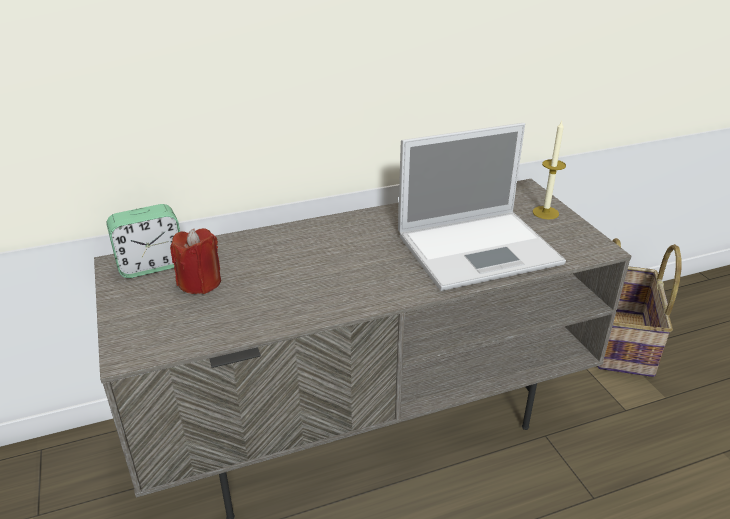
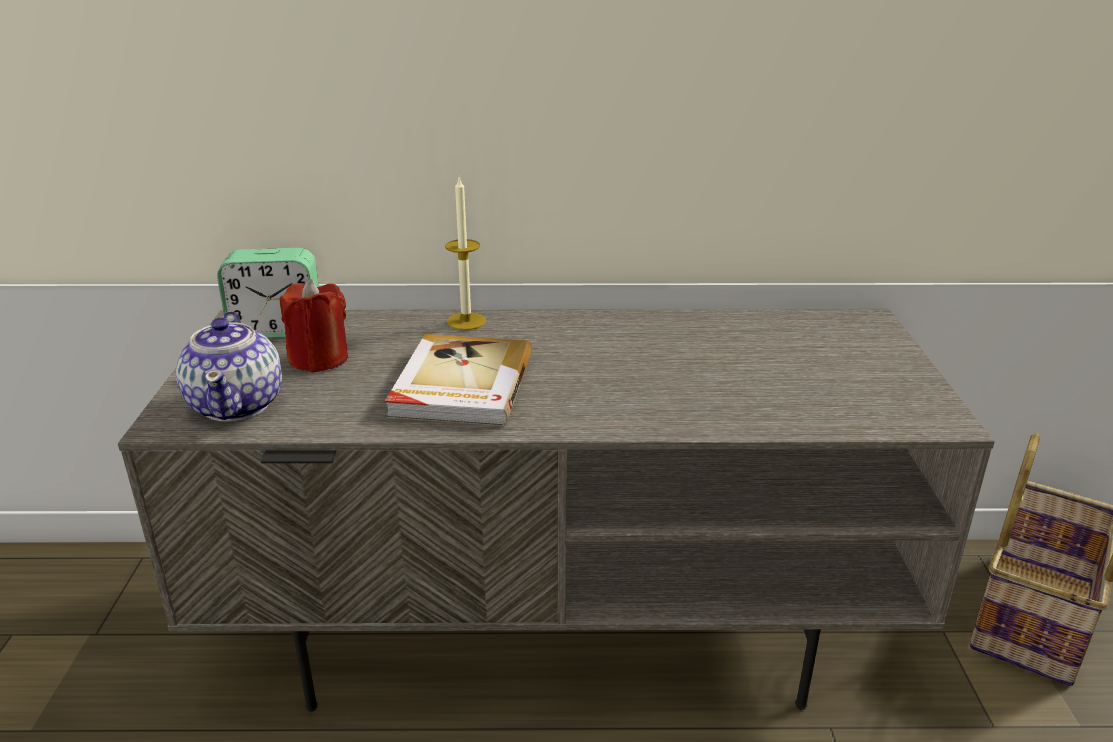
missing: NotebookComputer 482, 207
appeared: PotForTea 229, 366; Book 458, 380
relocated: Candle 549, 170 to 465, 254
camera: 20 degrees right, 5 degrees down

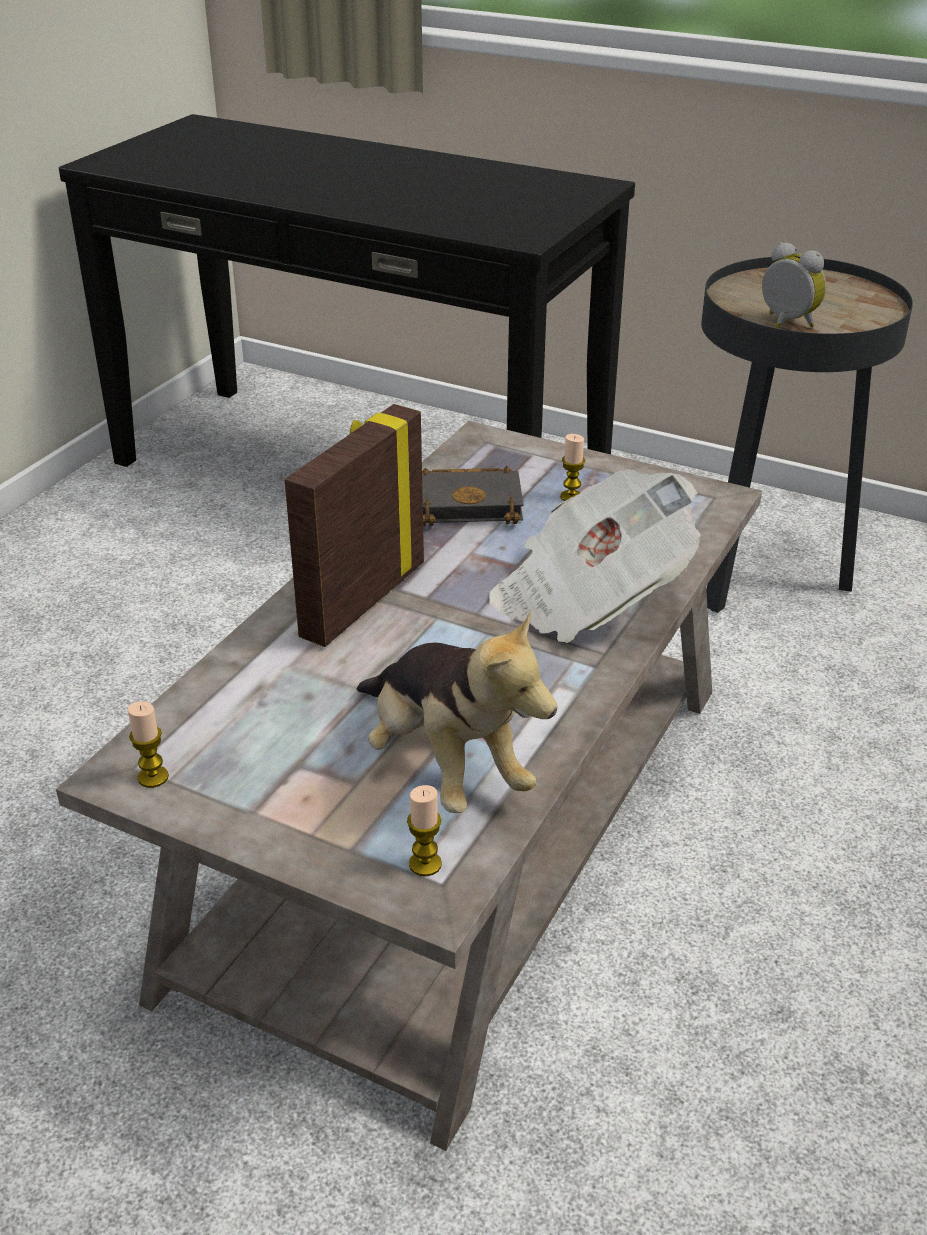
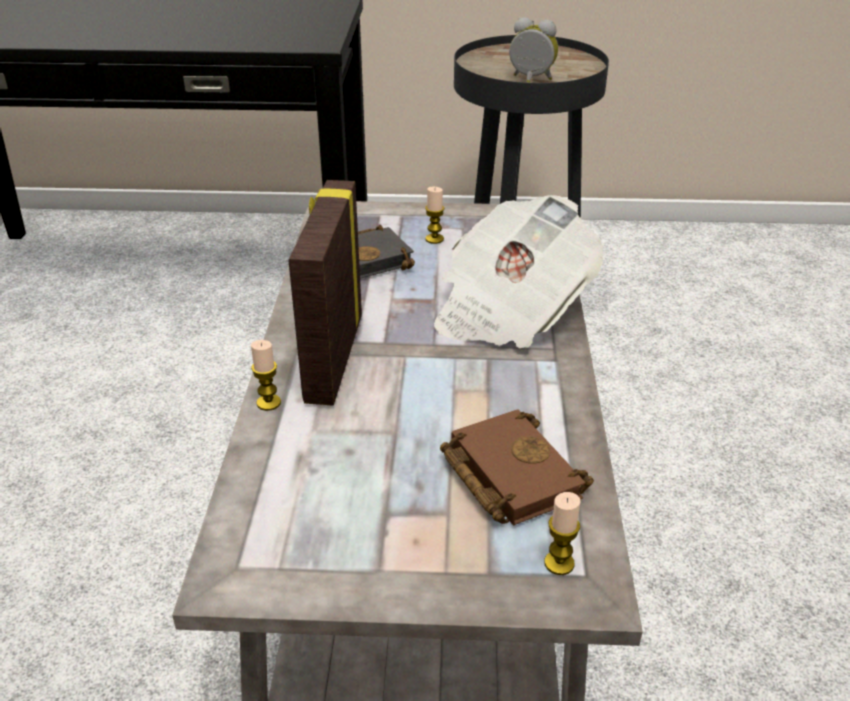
relocated: Candle 148, 744 to 266, 375
exchanged: SoftToy 457, 711 to BrownColouredBook 517, 467
camera: 25 degrees left, 0 degrees up

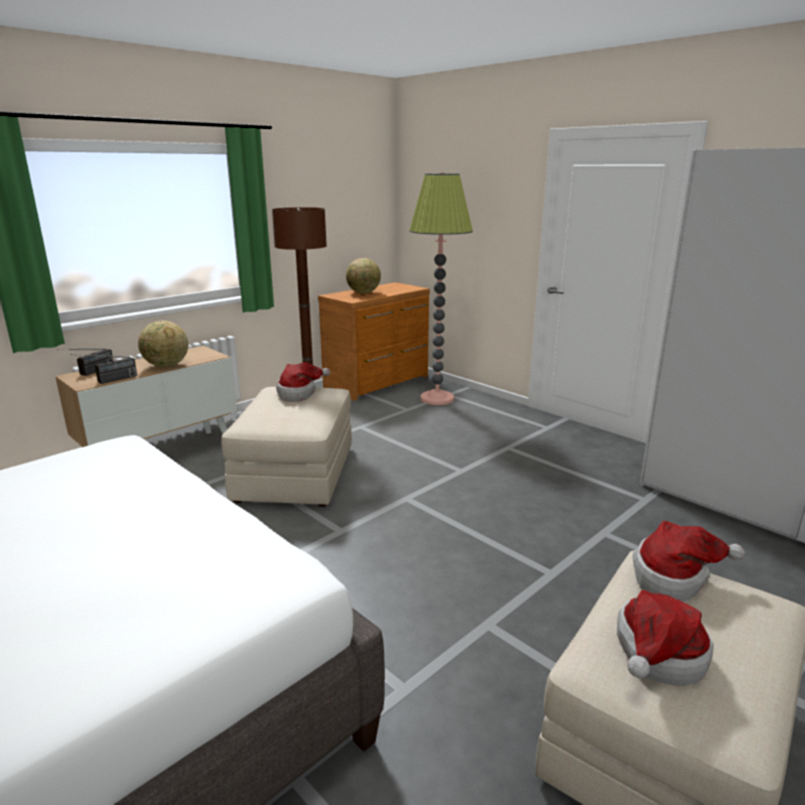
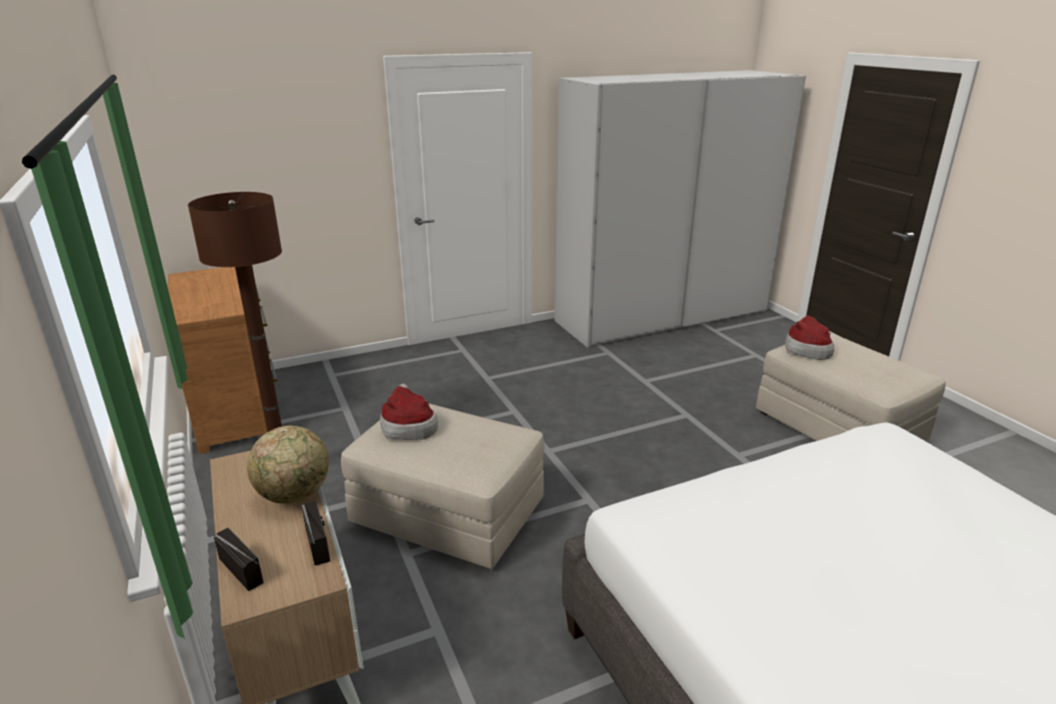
missing: FloorLamp 441, 288; WorldGlobe 363, 276; Hat 665, 638
camera: 70 degrees left, 5 degrees up

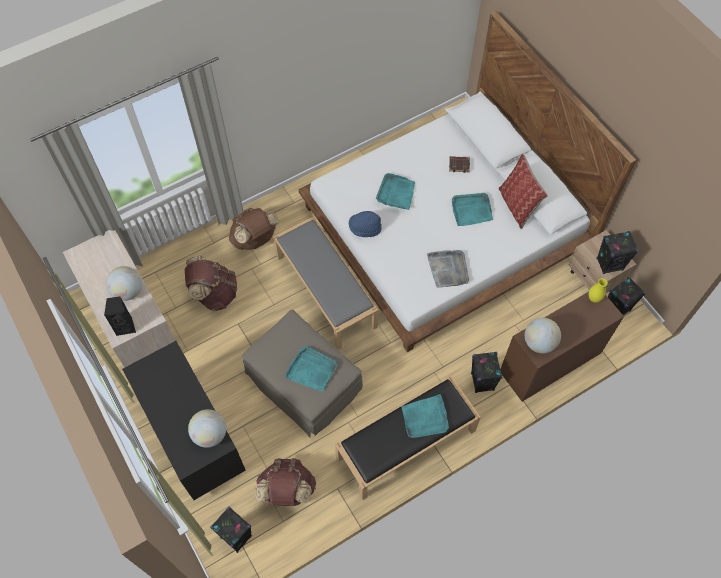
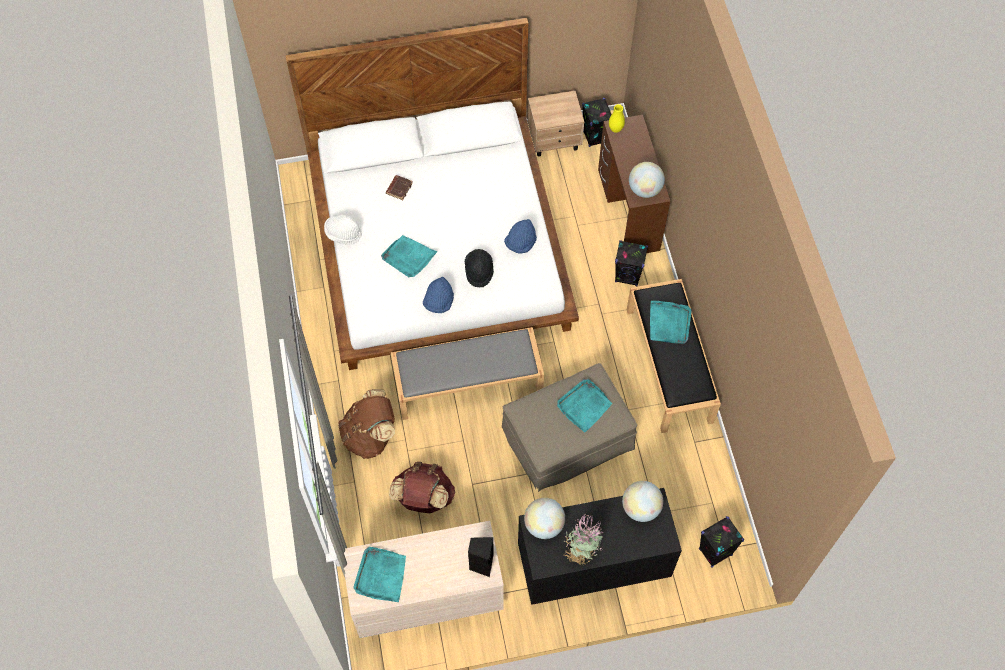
missing: Pillow 523, 191; BlackColouredSpeaker 617, 252; BrownColouredRucksack 285, 482
appeared: WhitishHat 343, 230; BlackColouredHat 479, 268; PottedPlant 583, 539
relocated: BlueGreenServingTray 472, 209 to 379, 574; WorldGlobe 124, 283 to 544, 518
exchanged: GreyishServingTray 448, 269 to BlueHat 520, 236
camera: 70 degrees left, 0 degrees up

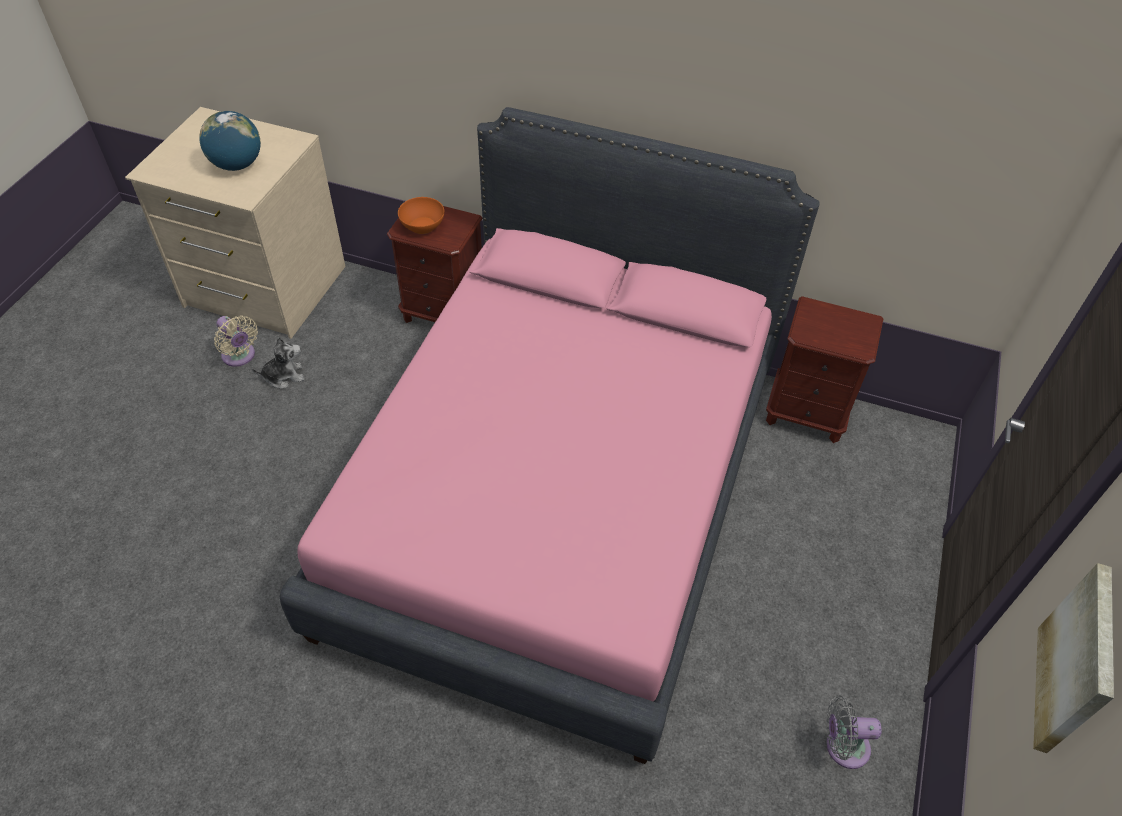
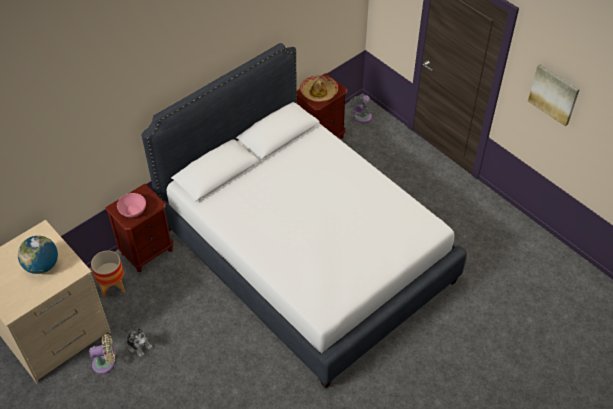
appeared: Hat 319, 88; FlowerPot 108, 273
relocated: GreyishElectricFan 854, 732 to 360, 109
colour: PinkishBed 549, 435 to WhitishBed 304, 216; OrangeColouredDeepDish 421, 215 to PinkishDeepDish 131, 205
spun: SoftToy 278, 362 = 139, 342 120 degrees clockwise
camera: 60 degrees left, 0 degrees up

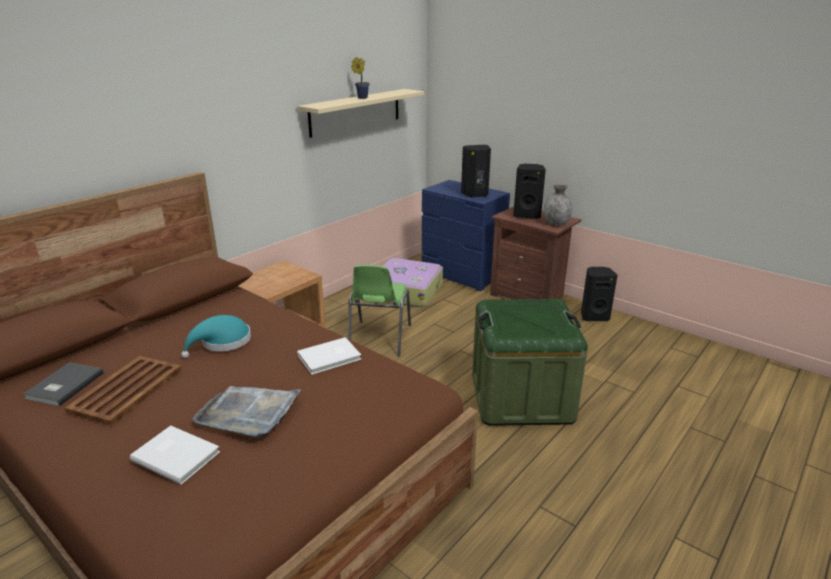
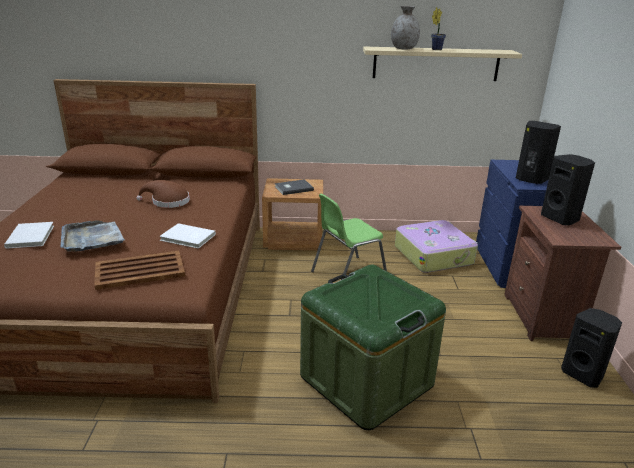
relocated: GreyishFlowerVase 557, 204 to 405, 27; BrownColouredServingTray 123, 390 to 139, 270; GreyishBook 63, 384 to 294, 187
colour: BlueGreenHat 216, 336 to BrownColouredHat 163, 194
camera: 50 degrees right, 0 degrees up

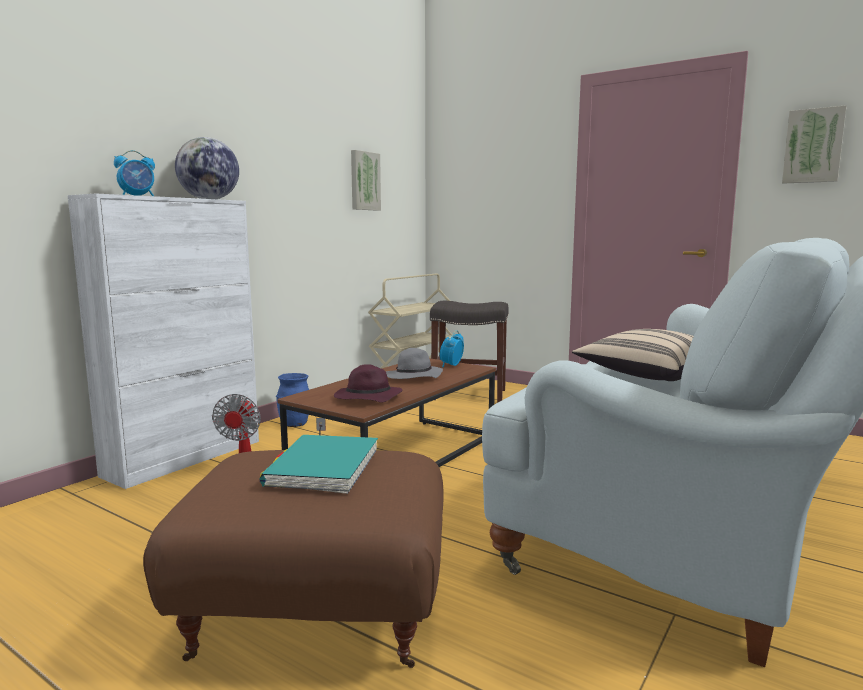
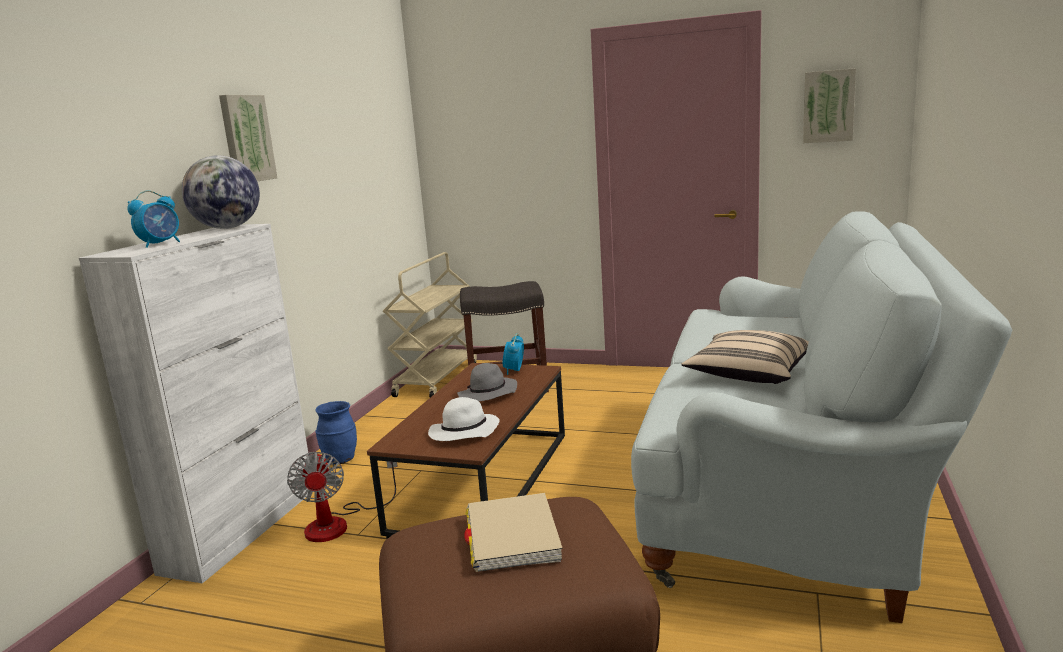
relocated: WallArt 366, 180 to 248, 138
colour: PurpleColouredHat 368, 383 to WhitishHat 464, 419; BlueGreenBook 318, 464 to BeigeBook 513, 532
camera: 15 degrees left, 5 degrees up

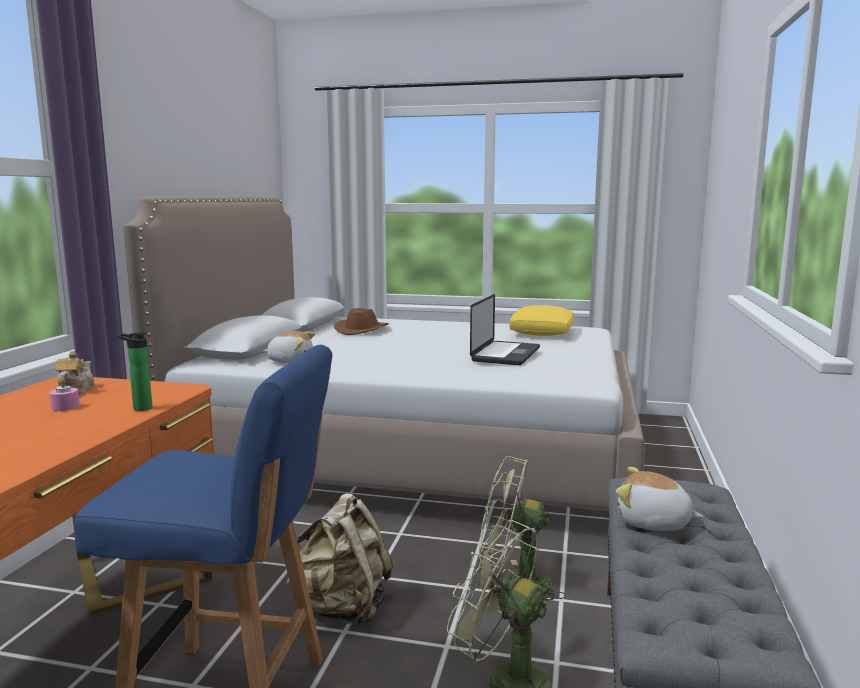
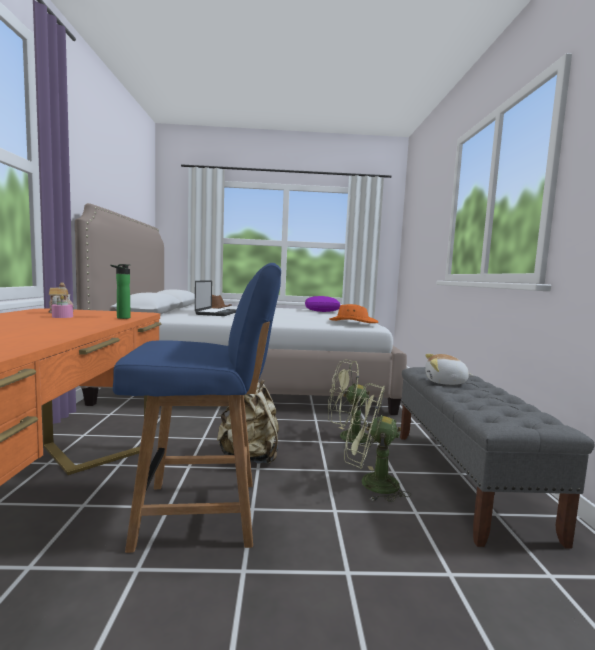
missing: SoftToy 289, 347
appeared: OrangeColouredHat 353, 313
relocated: NotebookComputer 505, 329 to 216, 298
colour: YellowPillow 541, 320 to PurpleColouredPillow 322, 304
camera: 15 degrees left, 5 degrees down

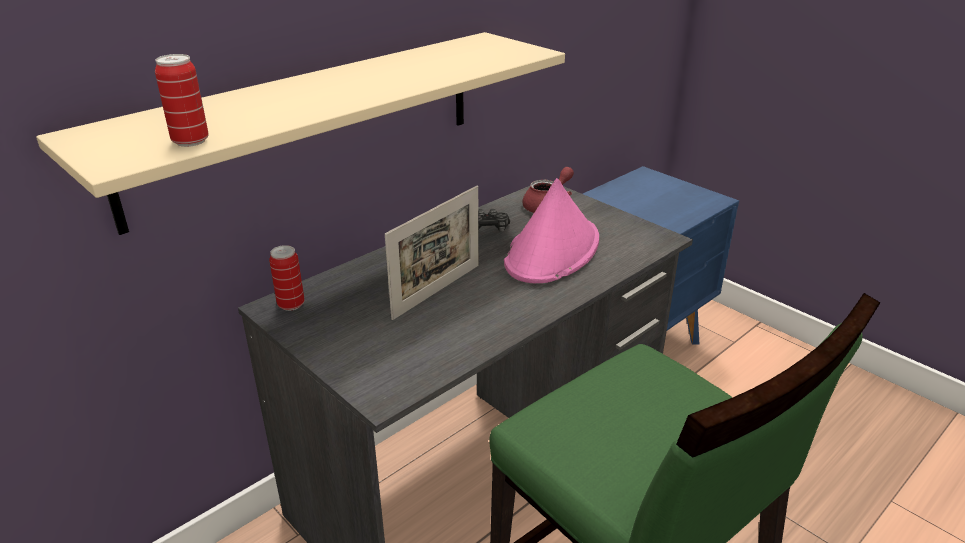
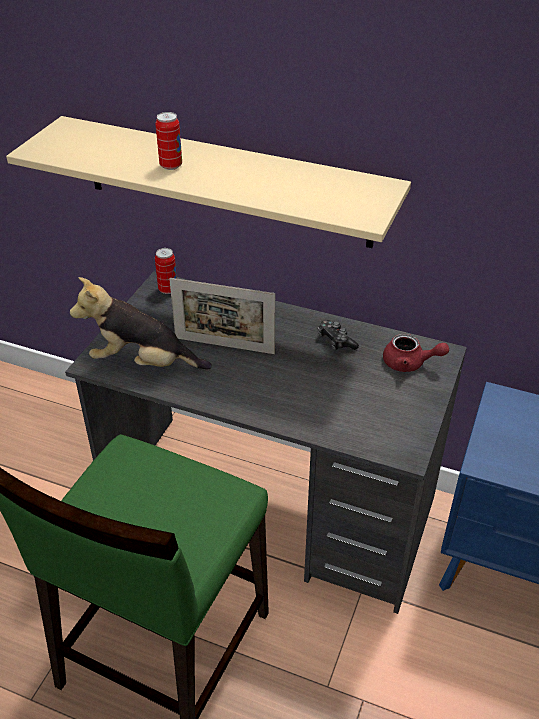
missing: PinkishHat 551, 230
appeared: SoftToy 141, 323
relocated: SealedCan 182, 100 to 168, 141
camera: 65 degrees right, 10 degrees up

